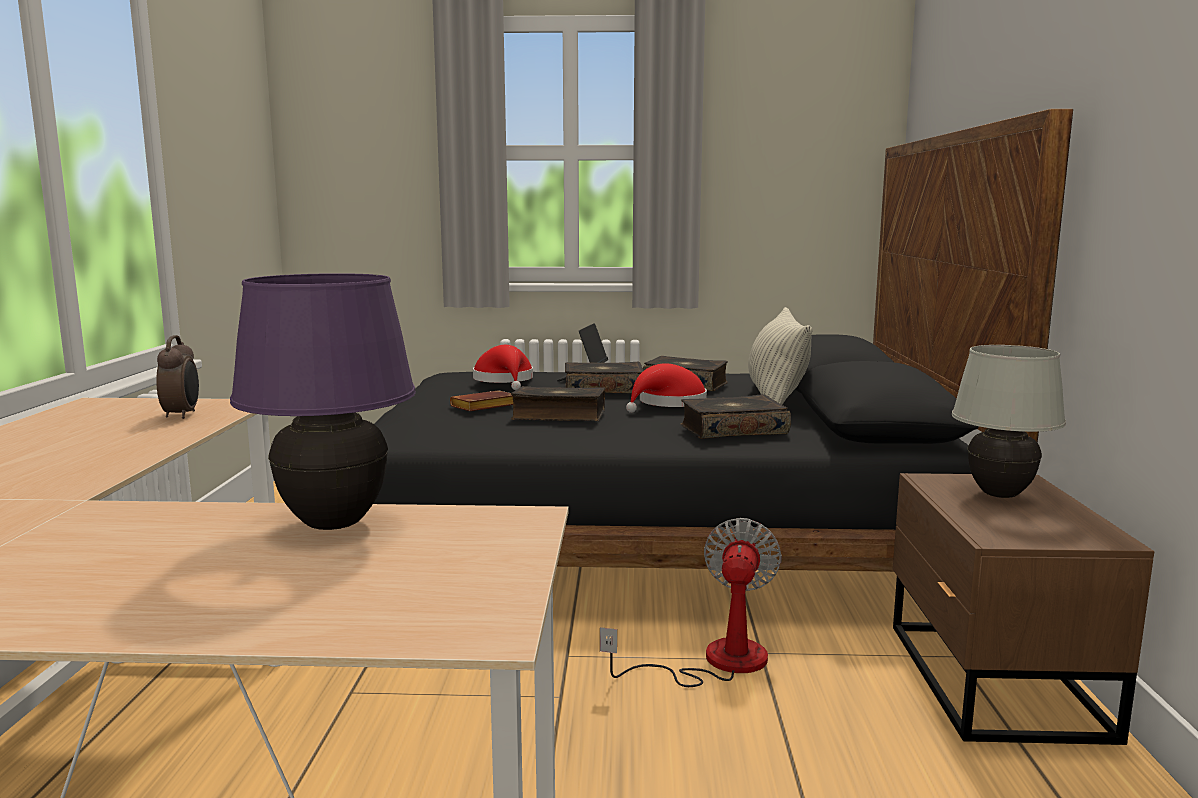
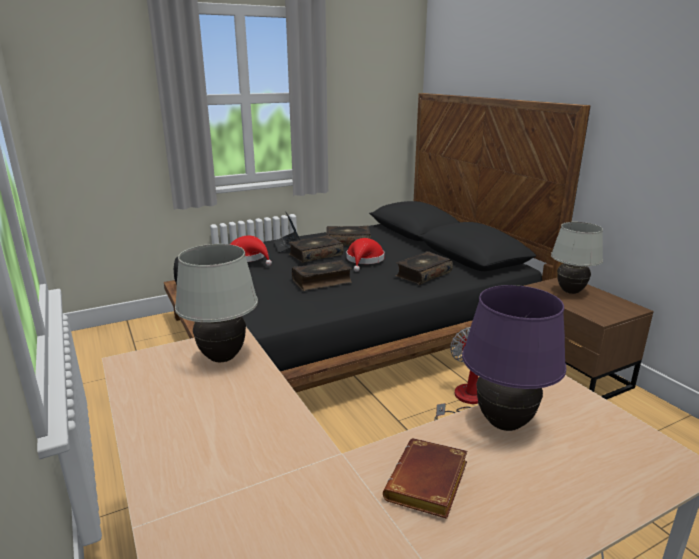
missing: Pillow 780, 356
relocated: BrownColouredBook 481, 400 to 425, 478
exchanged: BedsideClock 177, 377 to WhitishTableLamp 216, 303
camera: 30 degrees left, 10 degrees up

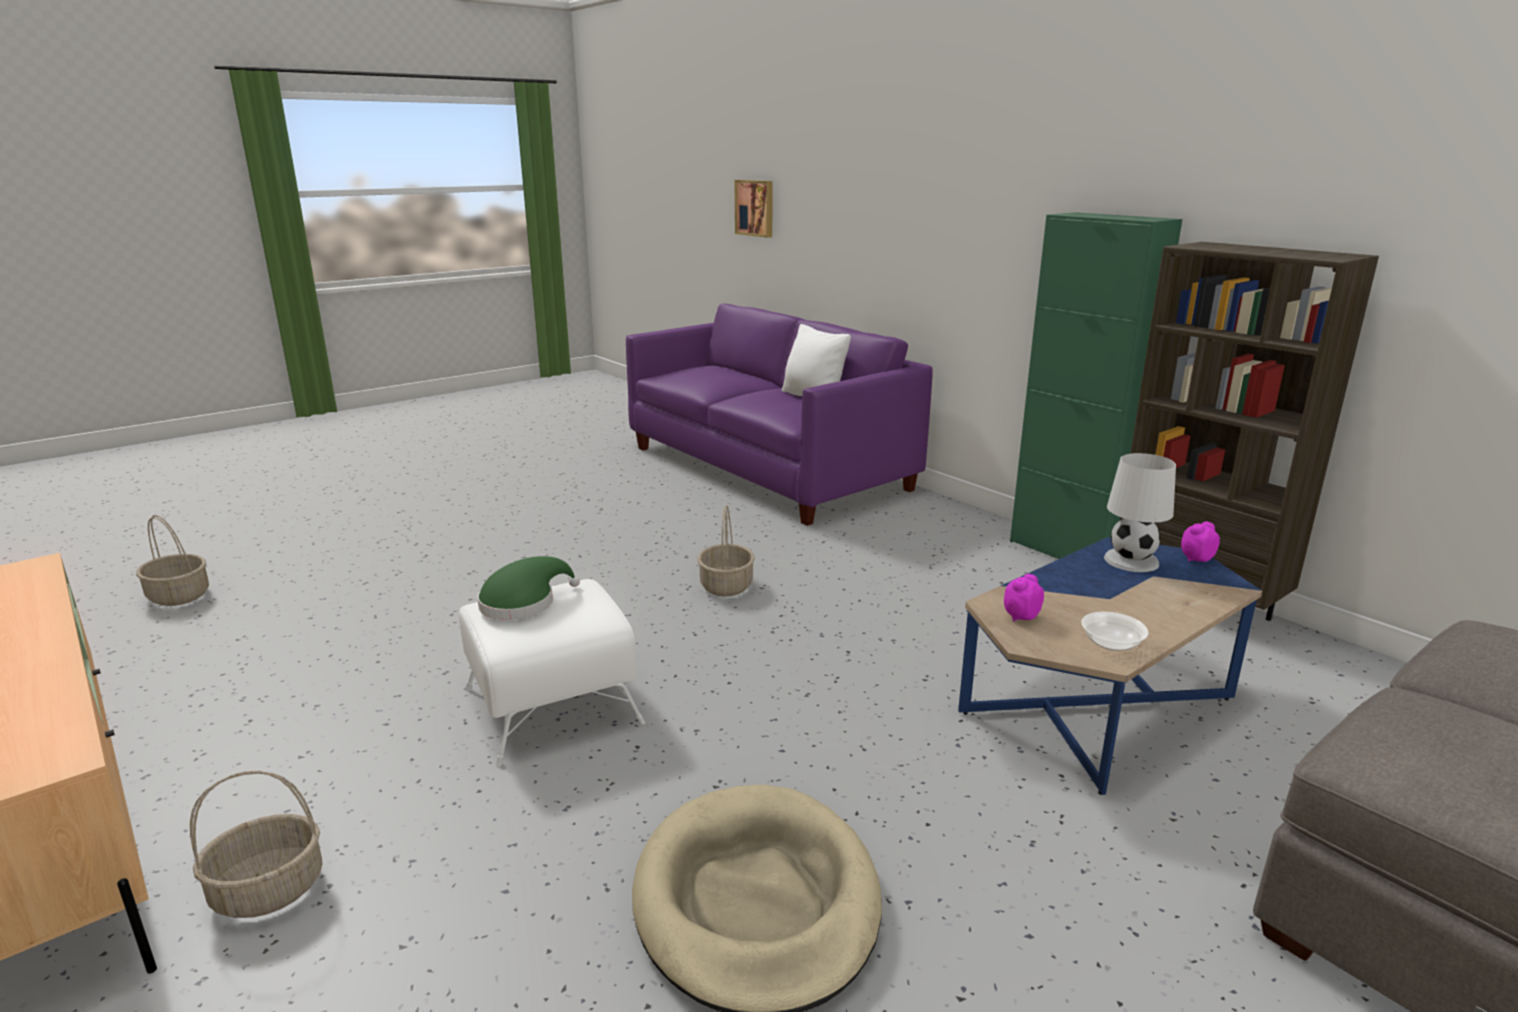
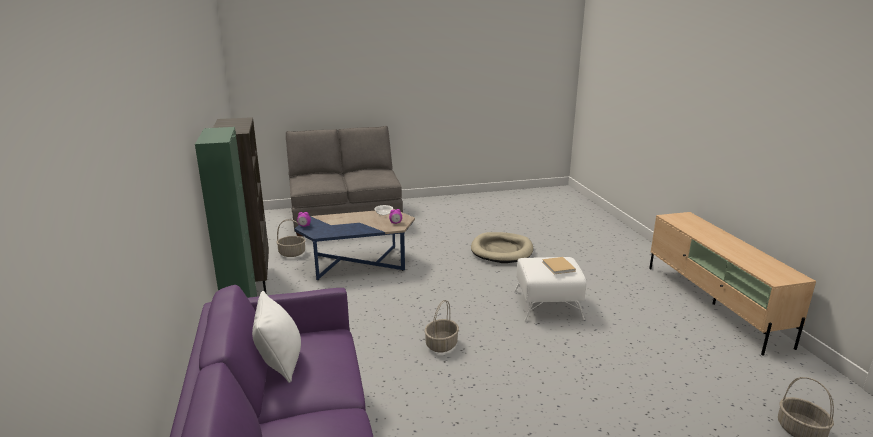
missing: WallArt 754, 209; WhitishTableLamp 1140, 512
relocated: StorageBasket 256, 844 to 291, 238
exchanged: GreenColouredHat 528, 588 to BeigeBook 559, 265
camera: 155 degrees left, 0 degrees up

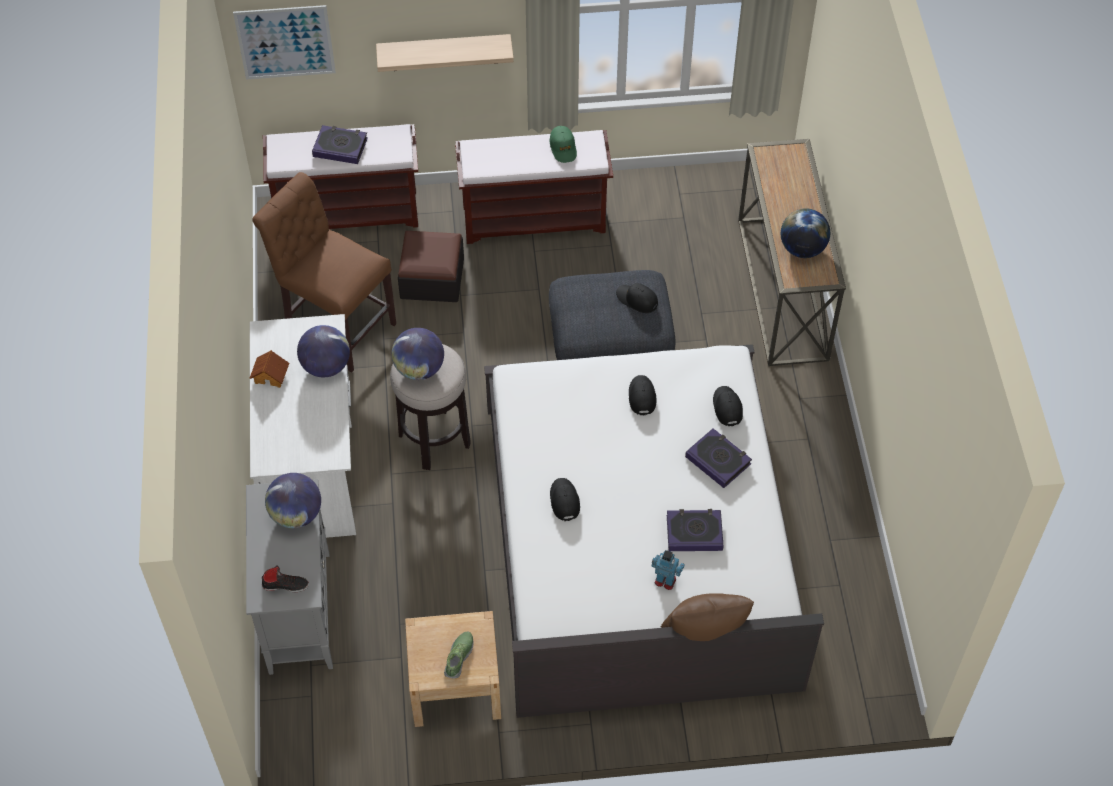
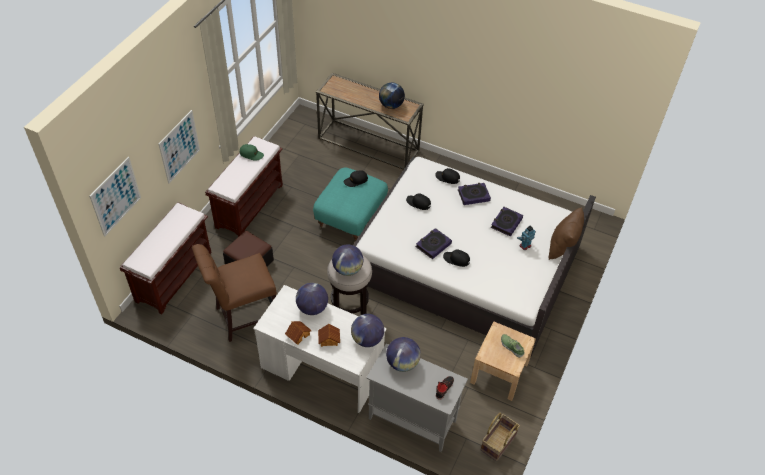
appeared: WorldGlobe 367, 330; MiniatureHouse 329, 335; StorageBasket 500, 437
relocated: Book 340, 144 to 434, 243
exchanged: BracketShelf 445, 53 to WallArt 179, 147
colour: GreyishPouffe 612, 315 to BlueGreenPouffe 350, 205
camera: 60 degrees left, 5 degrees down

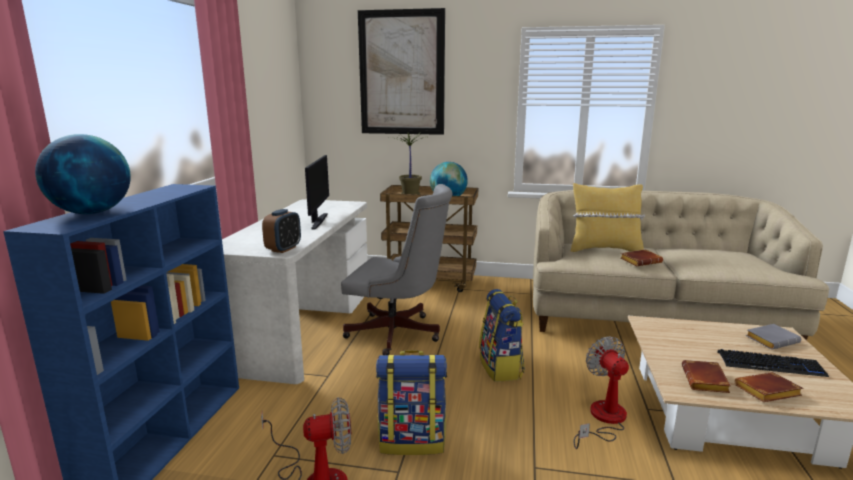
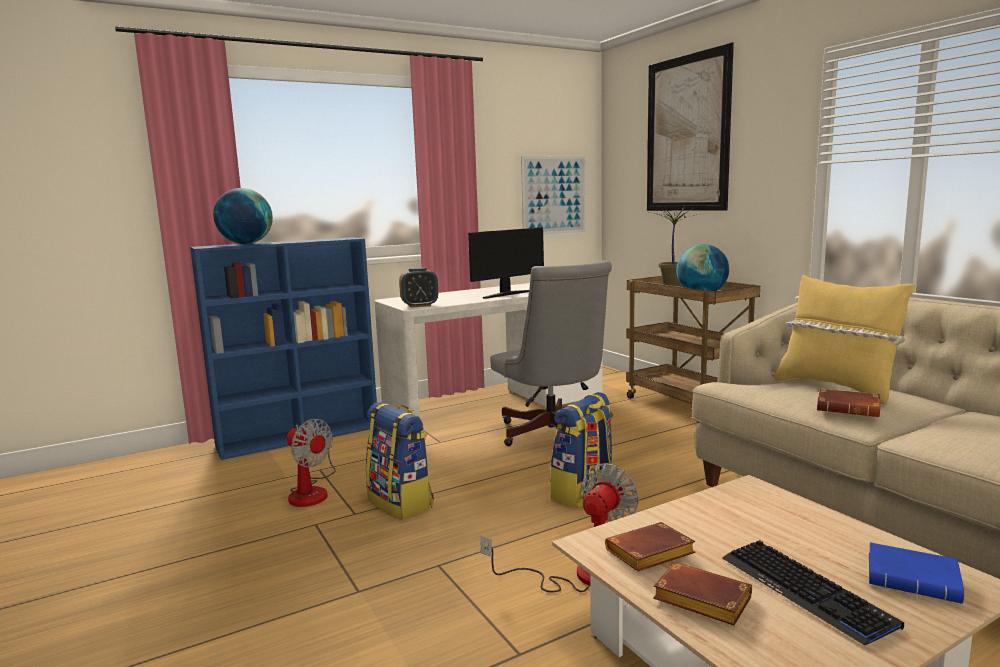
appeared: WallArt 553, 195
colour: GreyishBook 773, 337 to BlueBook 916, 573
camera: 50 degrees right, 5 degrees down

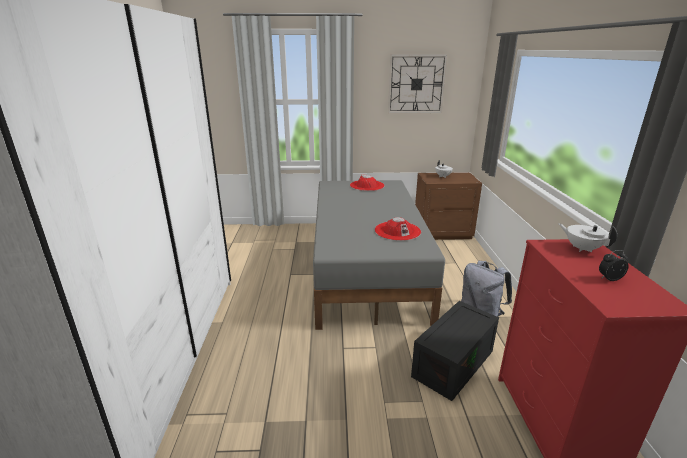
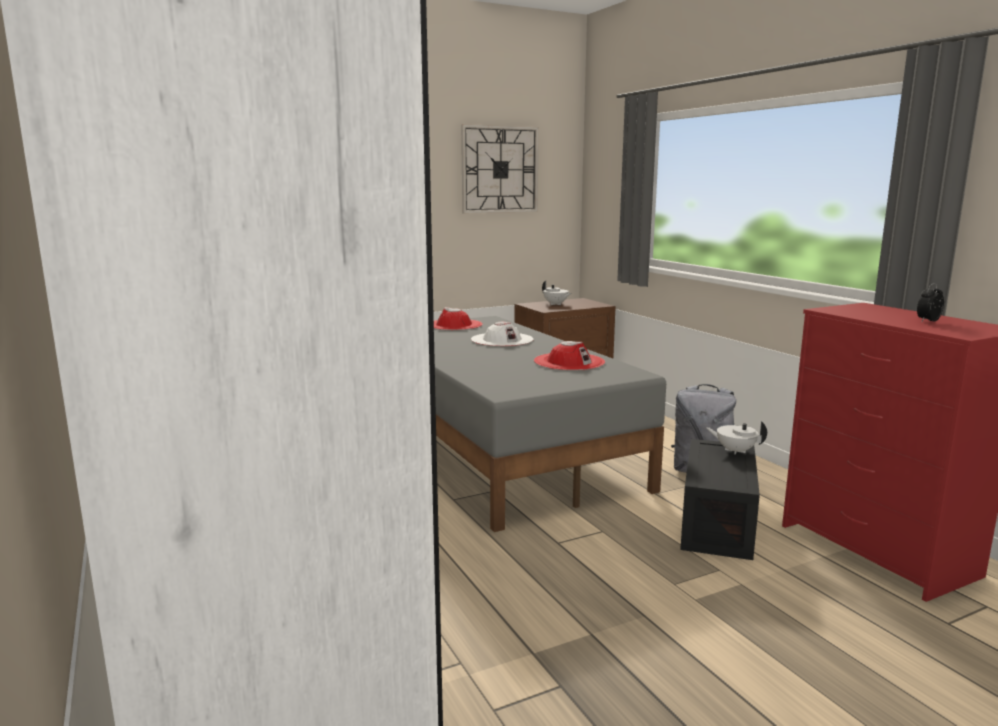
appeared: WhitishHat 502, 334
relocated: WhitishPotForTea 587, 237 to 736, 438
camera: 25 degrees left, 10 degrees down

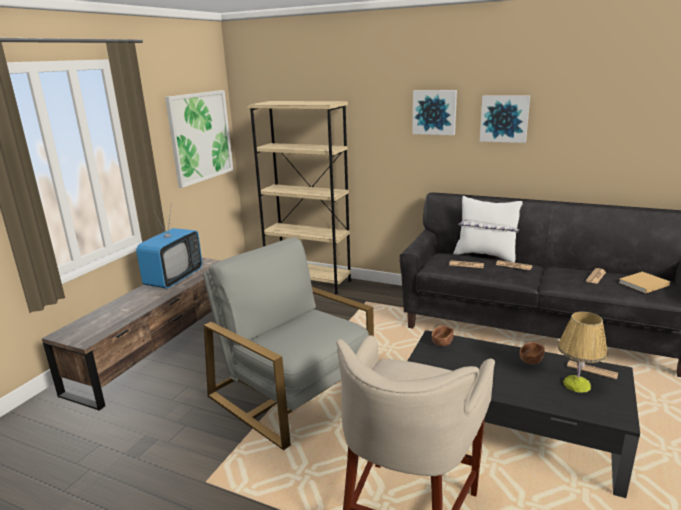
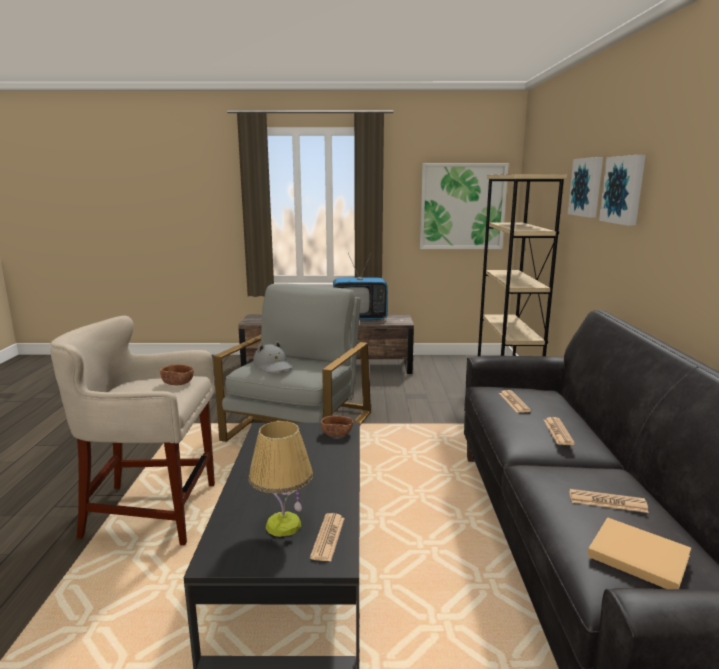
missing: WhitishPillow 488, 229
appeared: GreyishHat 272, 357
relocated: WallArt 505, 119 to 585, 187; BrownColouredDeepDish 532, 353 to 177, 374
camera: 65 degrees right, 5 degrees down

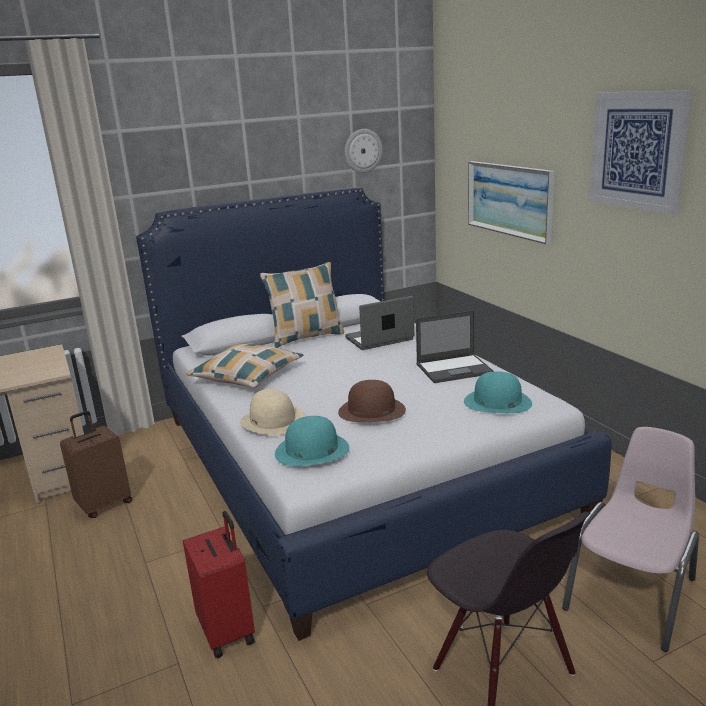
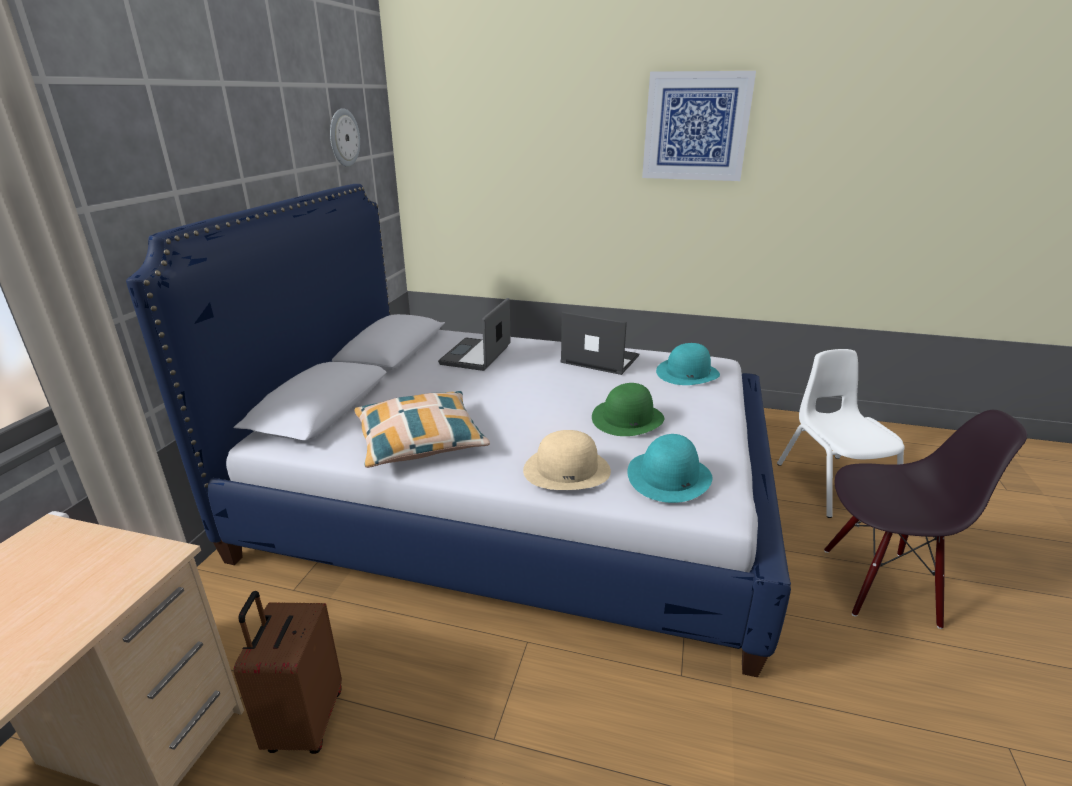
missing: WallArt 511, 202; Pillow 302, 305; ReddishSuitcase 219, 584
colour: BrownColouredHat 372, 401 to GreenColouredHat 628, 409; PinkishUprightChair 630, 539 to WhitishUprightChair 840, 433
spun: NotebookComputer 455, 346 = 599, 343 90 degrees counterclockwise
camera: 50 degrees left, 5 degrees up

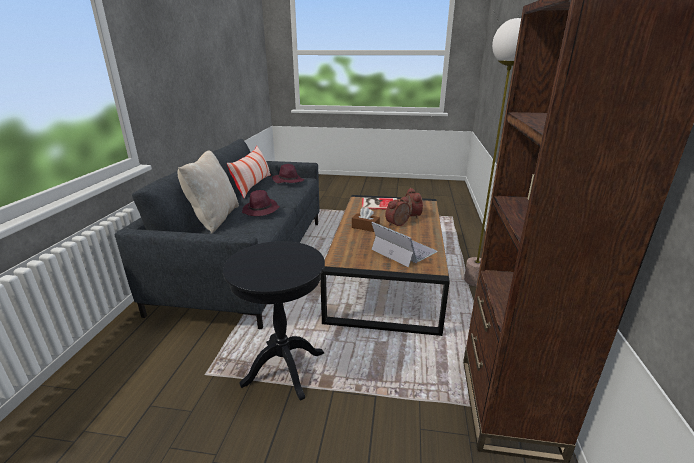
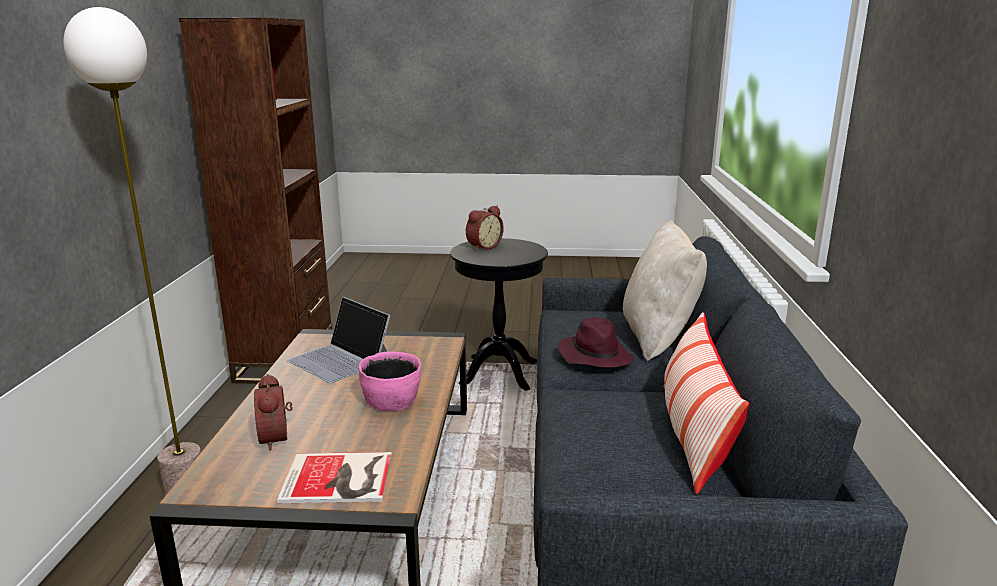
missing: PurpleColouredHat 288, 173
relocated: BedsideClock 397, 211 to 485, 228
exchanged: BrownColouredTissueBox 366, 219 to PinkishDeepDish 390, 381
camera: 175 degrees right, 5 degrees down

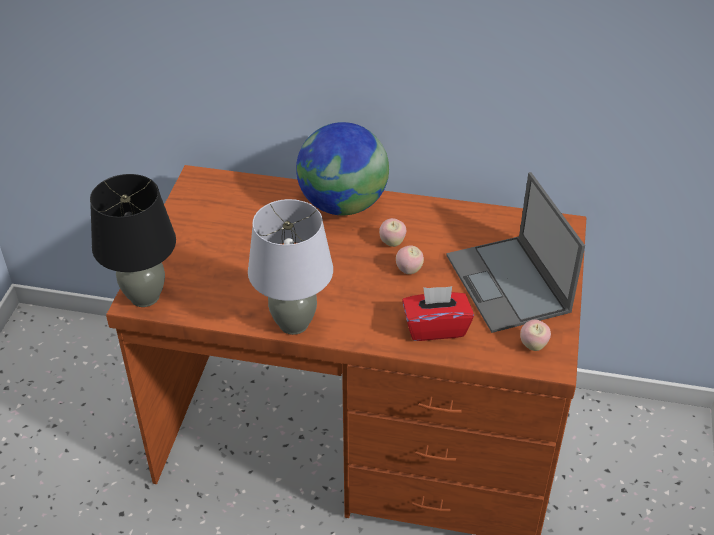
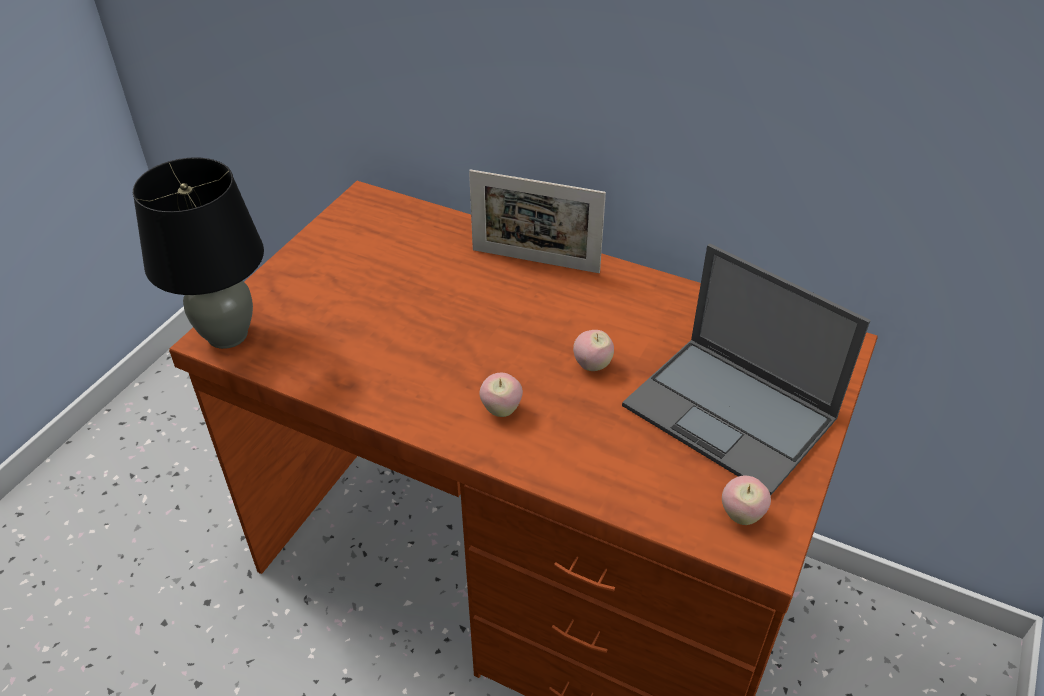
missing: GreyishTableLamp 290, 267; ReddishTissueBox 438, 313
relocated: WholeApple 392, 232 to 501, 395
exchanged: WorldGlobe 342, 168 to PhotoFrame 537, 221
spun: NotebookComputer 515, 252 = 746, 369 45 degrees counterclockwise
camera: 15 degrees right, 0 degrees up

